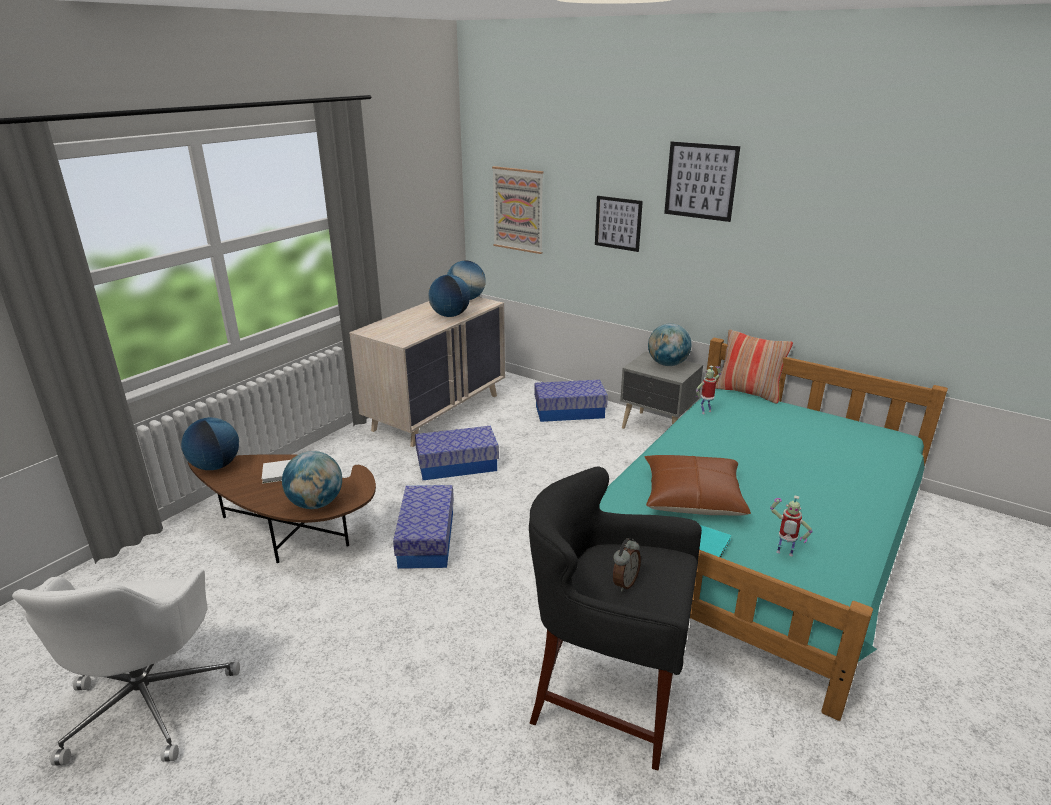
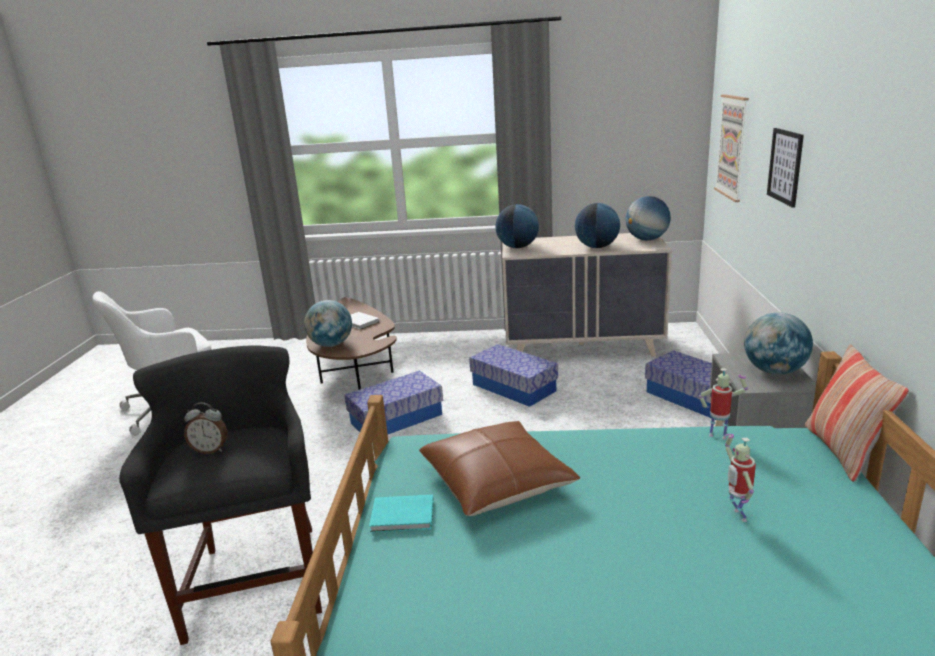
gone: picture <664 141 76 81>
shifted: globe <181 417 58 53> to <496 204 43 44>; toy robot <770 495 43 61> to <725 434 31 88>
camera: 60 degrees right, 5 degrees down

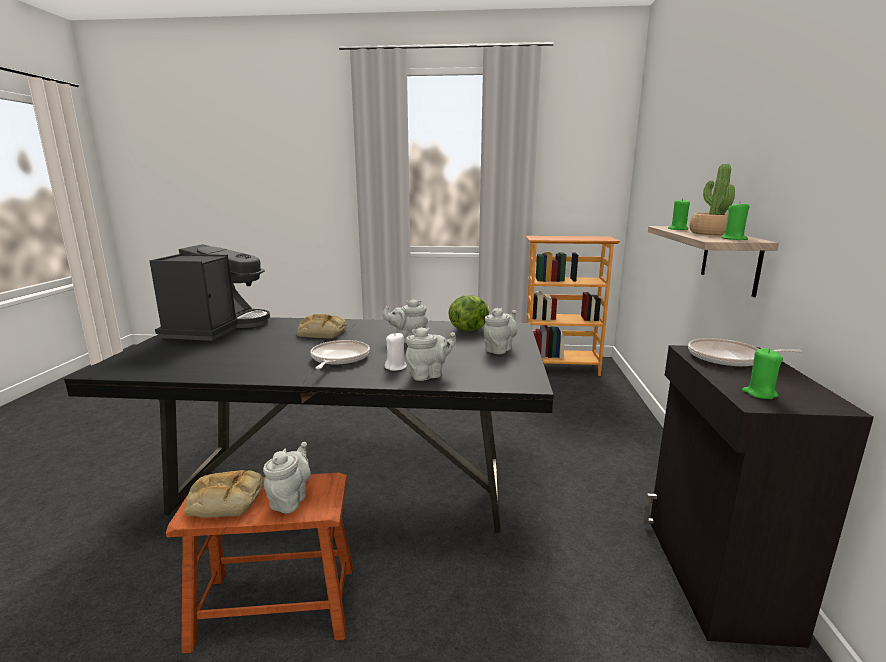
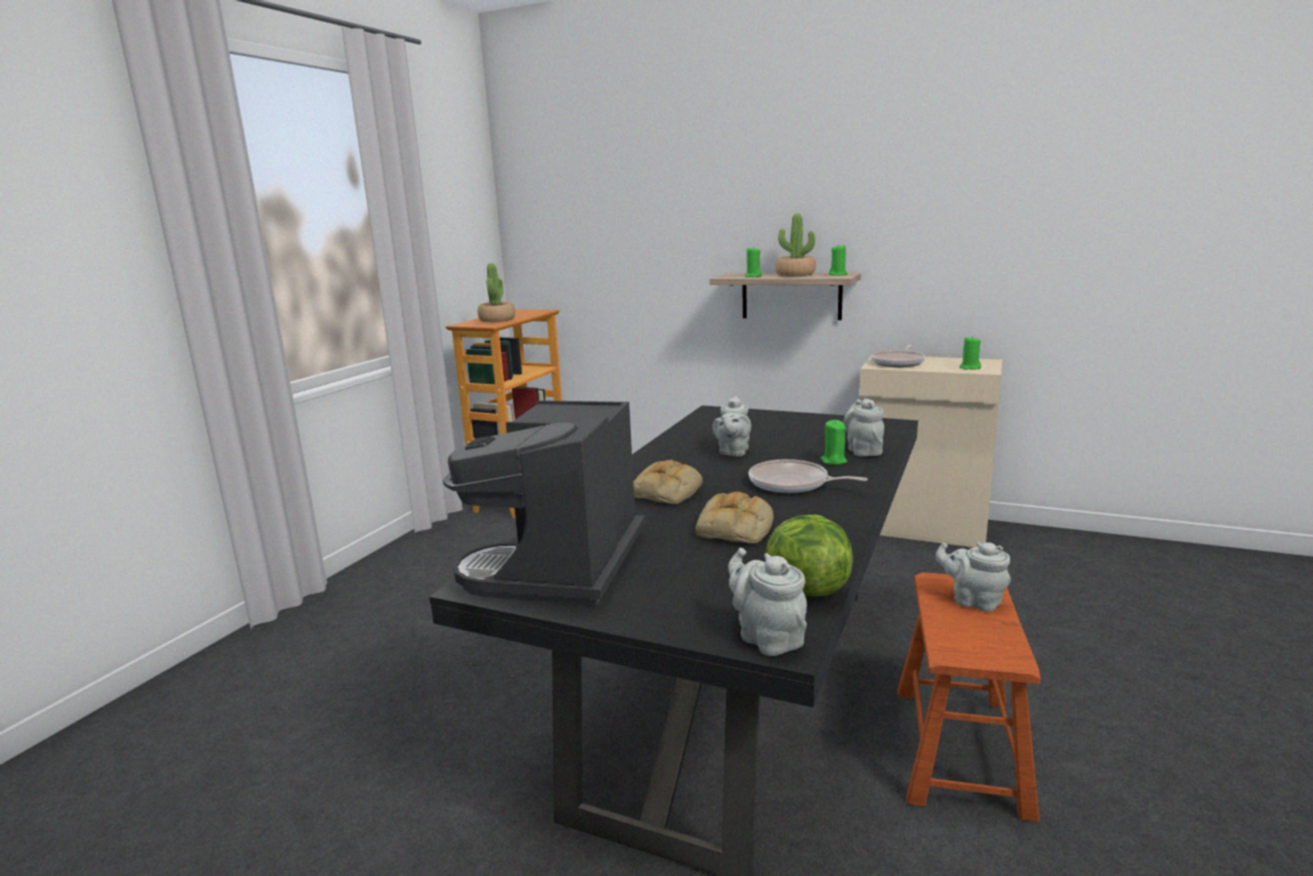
new: potted plant <478 263 37 59>
shifted: bread <184 470 80 47> to <695 492 78 51>; lettuce <448 295 42 36> to <765 515 88 82>; grey teapot <484 308 33 46> to <728 548 79 108>
repainted: white candle <384 332 23 39> to green candle <820 420 27 45>; black cabinet <643 345 231 303> to beige cabinet <859 357 143 190>
rotated: coffee machine <149 244 121 97> = <443 400 202 206> 105 degrees counterclockwise
camera: 70 degrees left, 0 degrees up

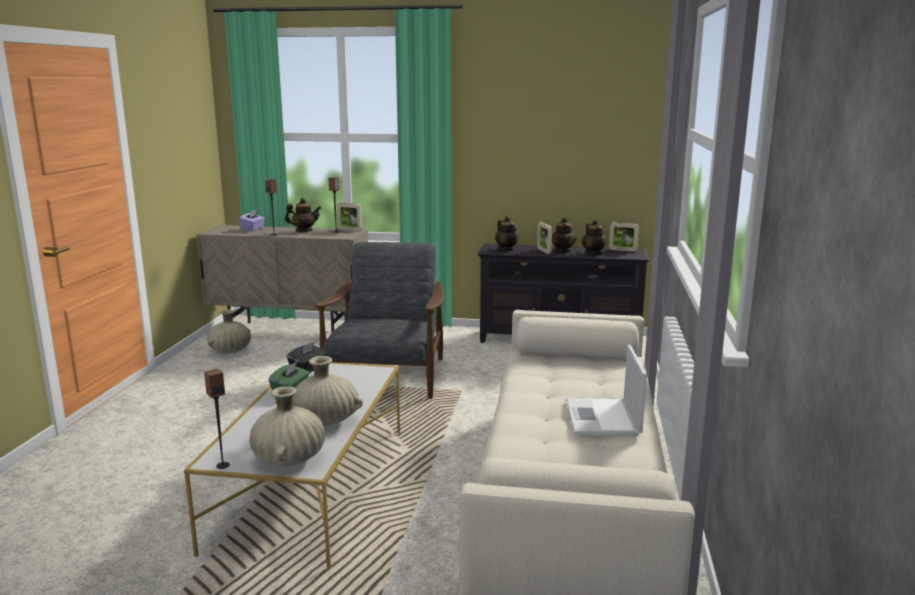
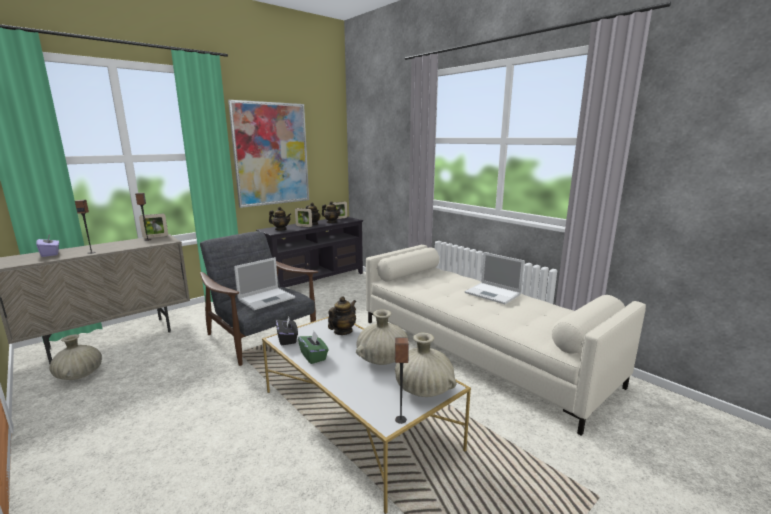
new: picture <228 100 81 108>; laptop <234 257 61 53>
shifted: teapot <285 198 36 34> to <328 296 28 39>
camera: 50 degrees left, 0 degrees up

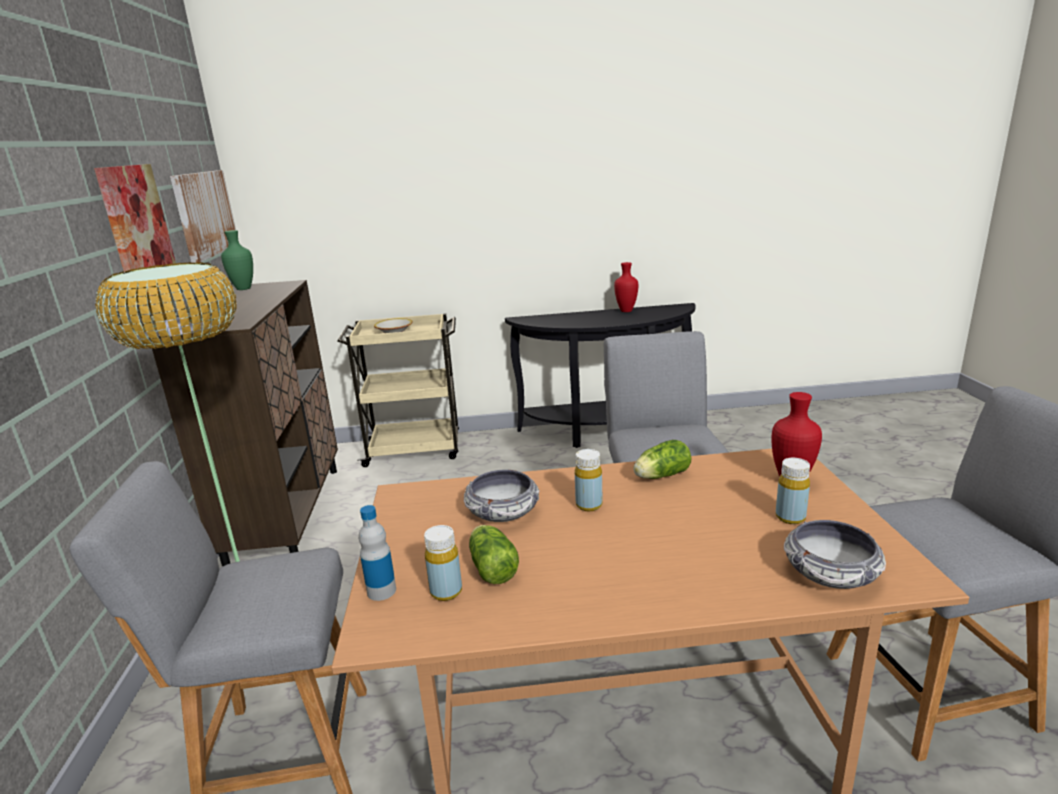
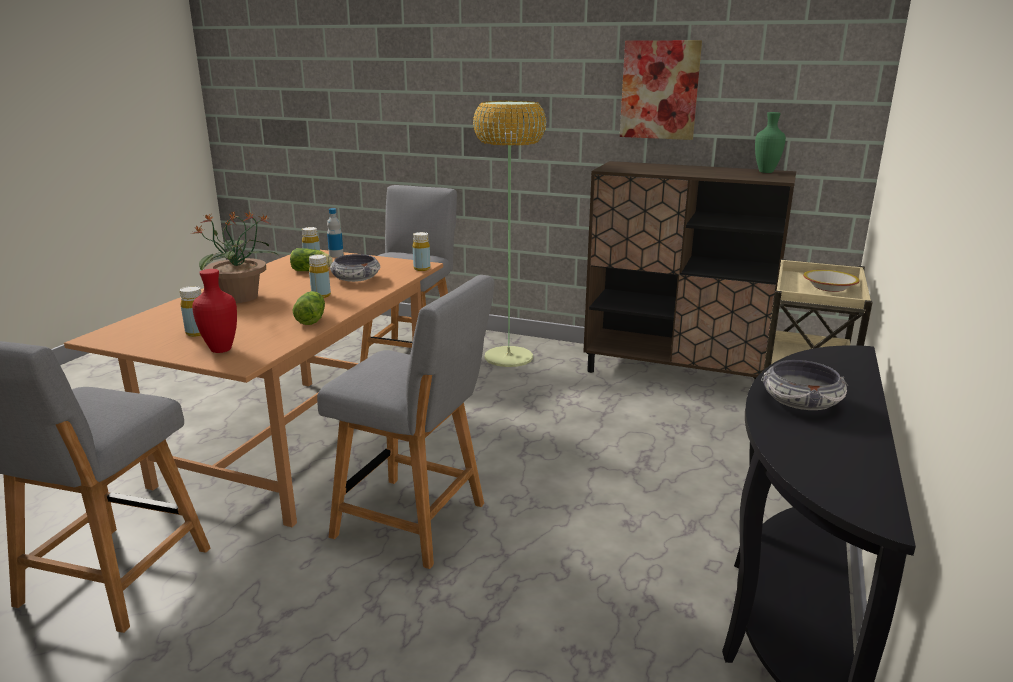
gone: picture <170 170 66 93>; red vase <614 262 24 50>
new: potted plant <194 211 84 92>; yellow bottle <413 232 17 39>
shifted: bowl <784 520 102 69> to <761 360 87 50>
camera: 115 degrees right, 0 degrees up

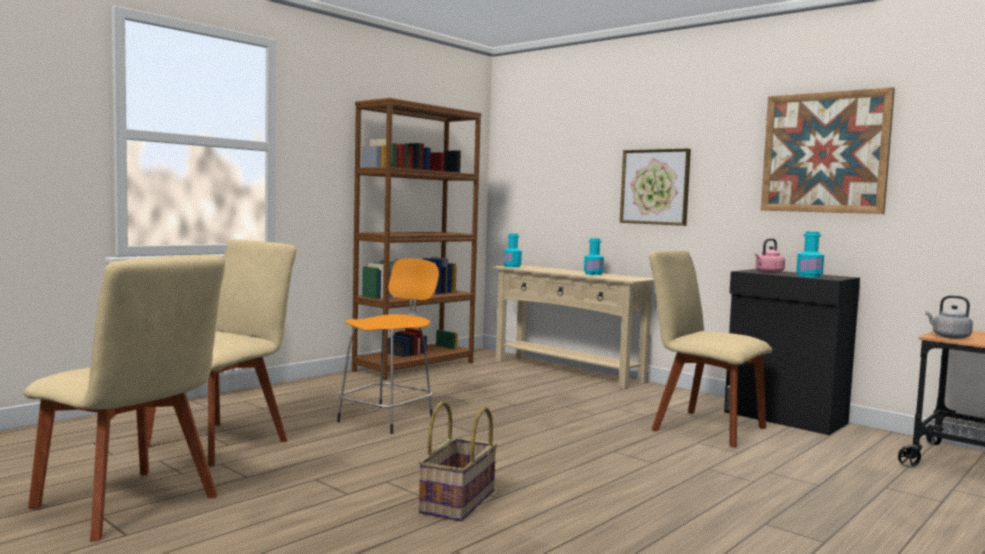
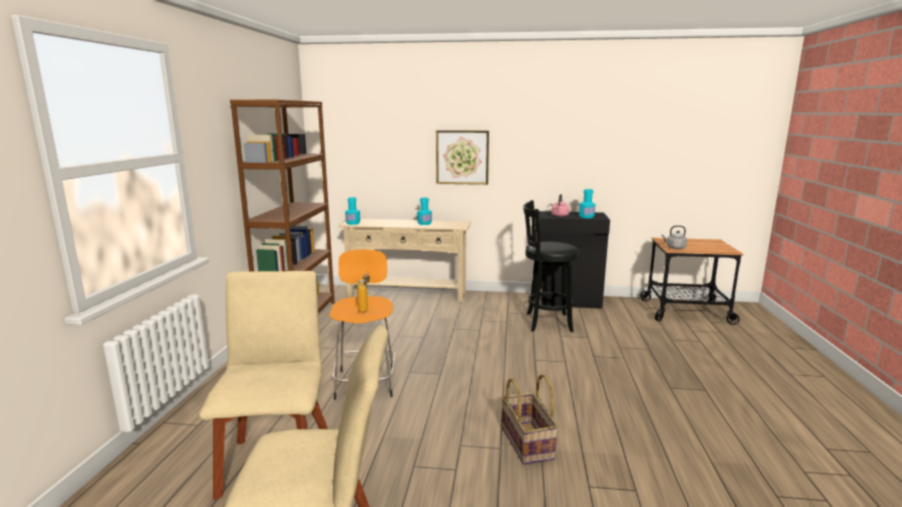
gone: picture <761 87 134 127>
new: bottle <357 271 13 42>
swapped: beige chair <649 250 124 198> to black stool <523 200 56 132>
camera: 35 degrees left, 10 degrees up

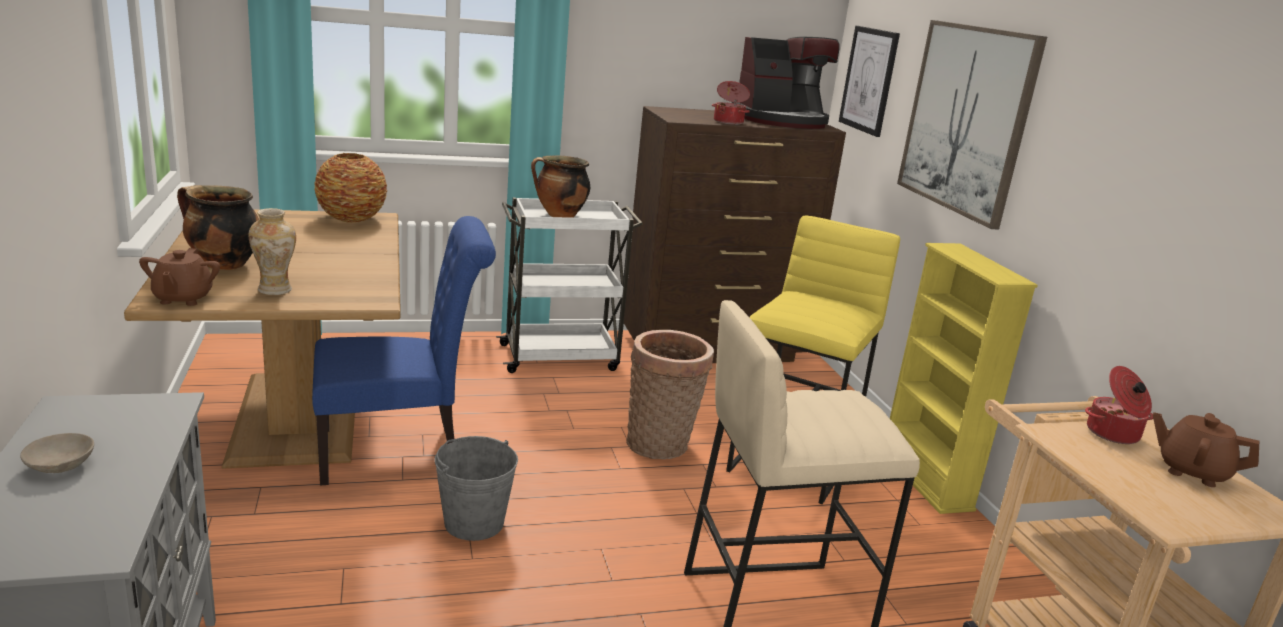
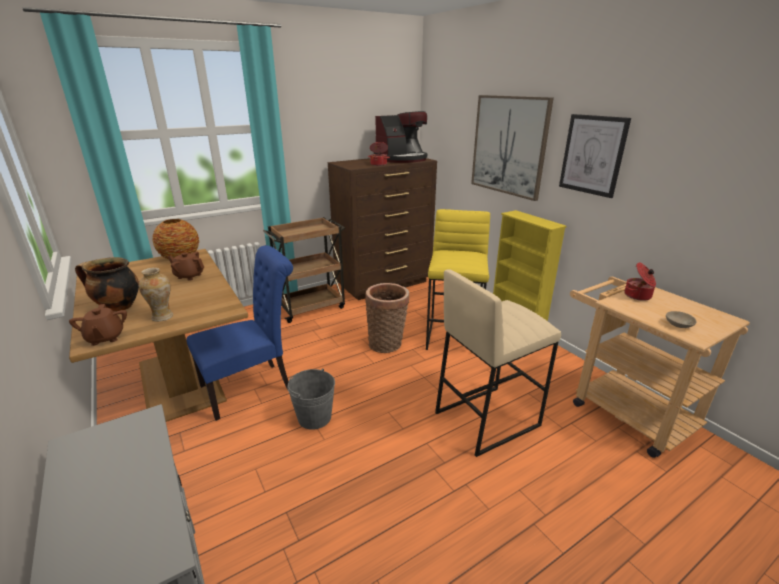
gone: cooking pot <531 155 59 63>
shifted: beige bowl <20 433 74 40> to <666 311 30 17>; picture <839 26 61 111> to <559 114 72 84>; brown teapot <1153 412 106 75> to <167 251 37 30>
repainted: white cart <496 197 147 176> to brown cart <263 217 82 106>
camera: 15 degrees left, 5 degrees up

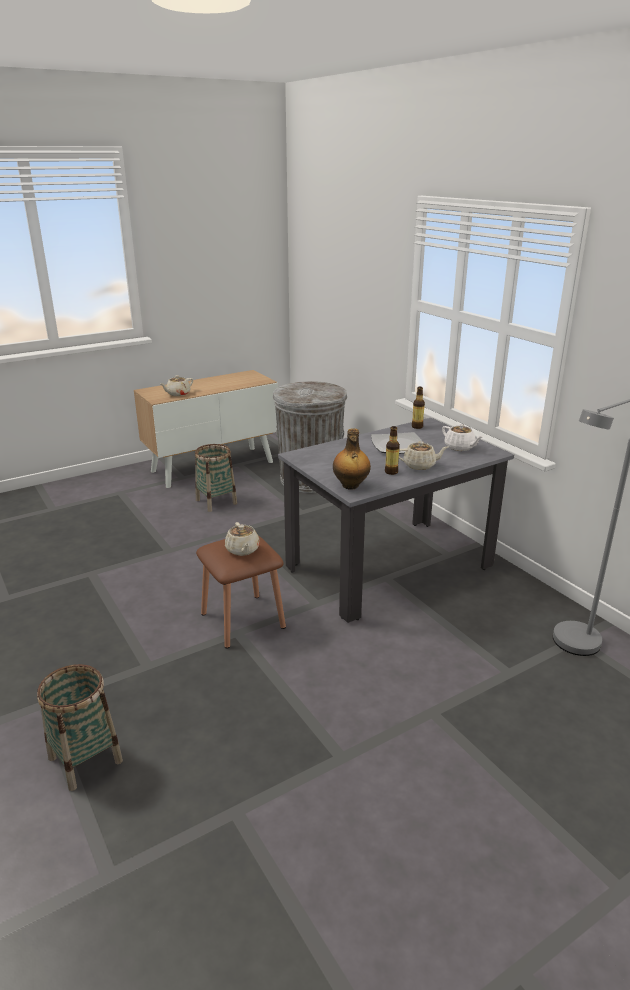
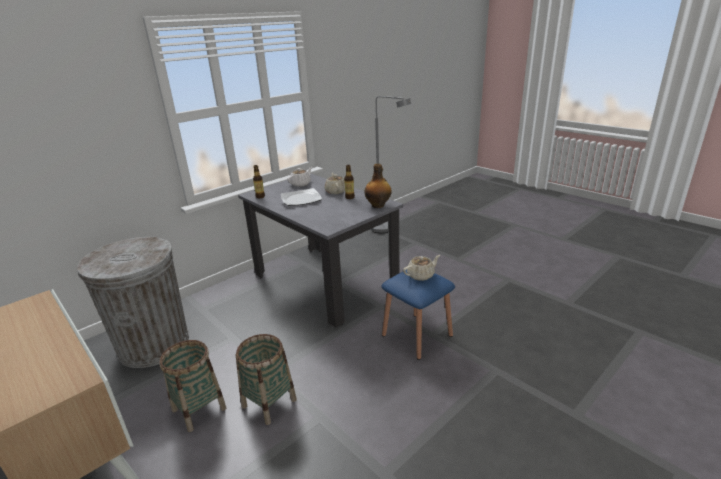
gone: beige teapot <161 375 32 21>
shifted: basket <37 664 86 127> to <236 334 61 91>
repainted: brown stool <196 535 90 114> to blue stool <382 270 73 90>
camera: 100 degrees left, 0 degrees up

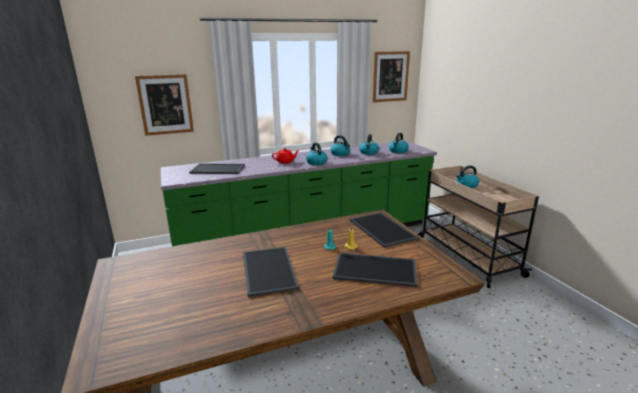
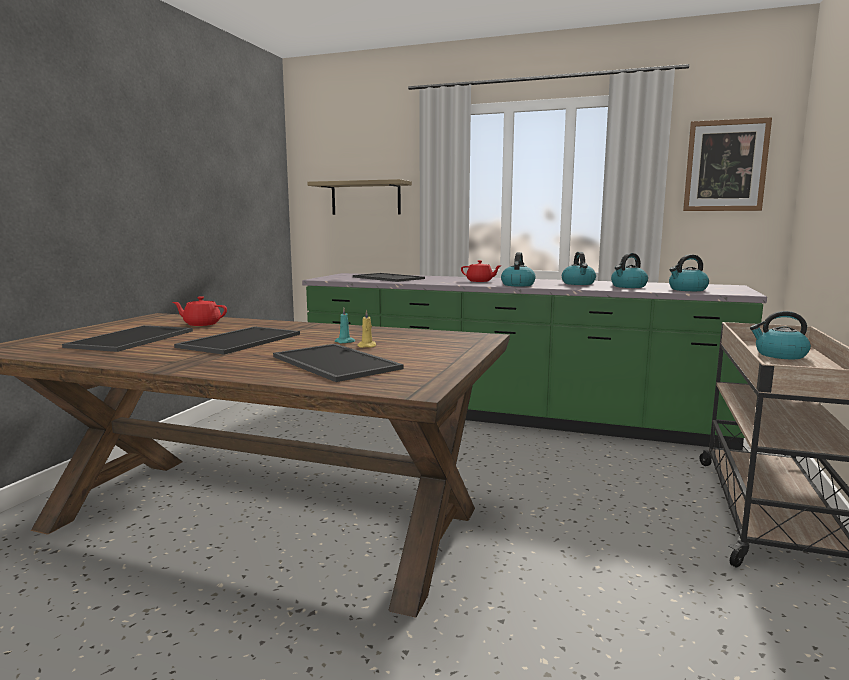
new: red teapot <173 296 54 30>
shifted: tray <350 212 69 36> to <62 325 131 27>
swapped: picture <135 74 59 62> to shelf <307 179 105 36>
camera: 40 degrees right, 10 degrees down

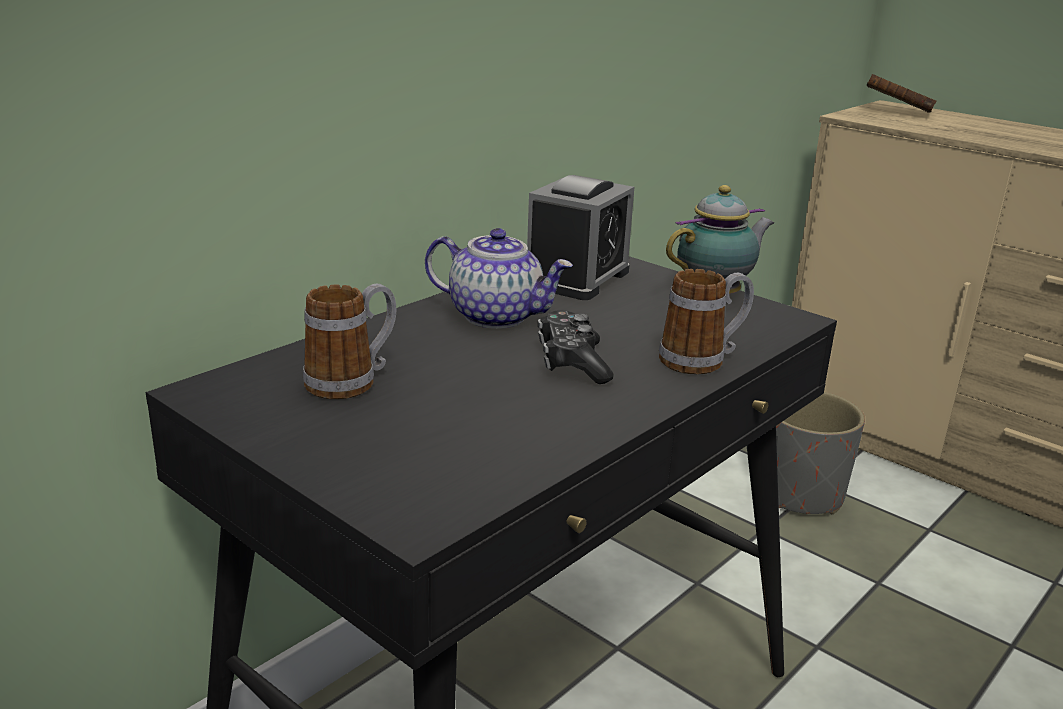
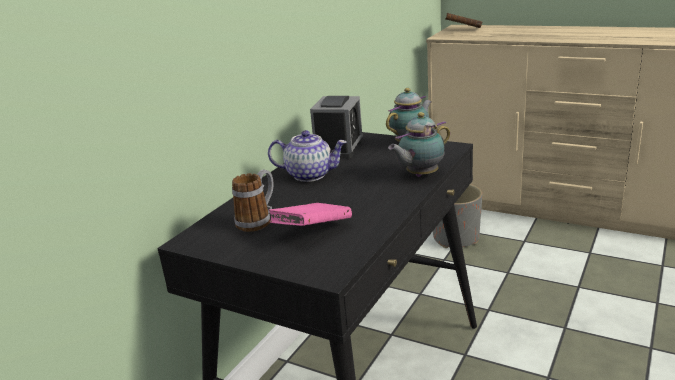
gone: game controller <538 310 75 74>
new: pink book <268 203 84 23>
swapped: mug <659 269 95 106> to teapot <388 112 62 65>
camera: 10 degrees left, 0 degrees up

